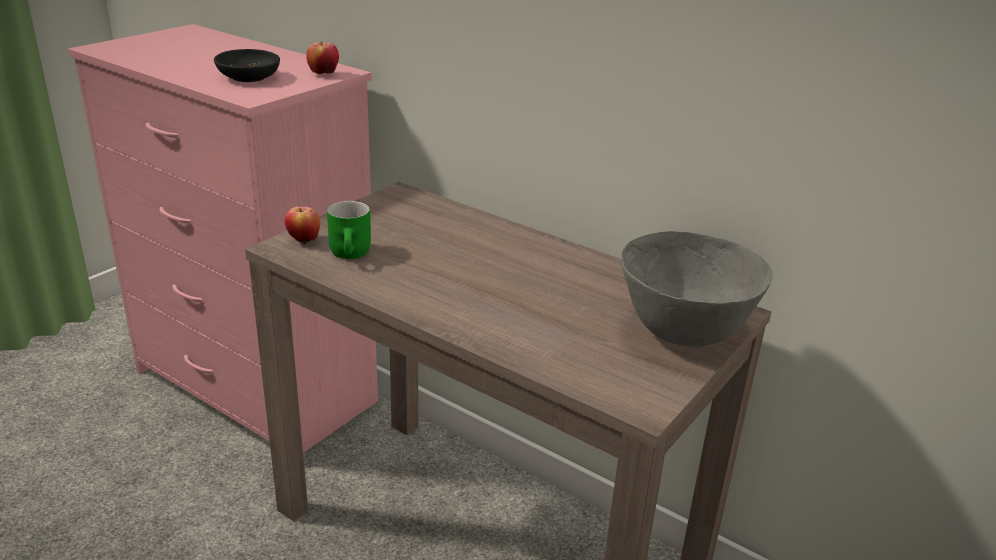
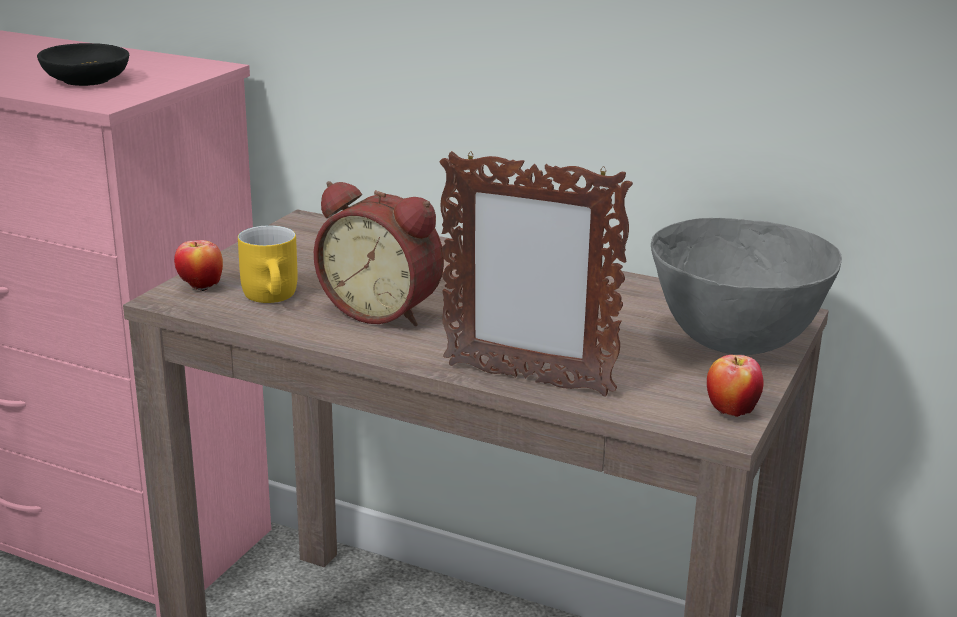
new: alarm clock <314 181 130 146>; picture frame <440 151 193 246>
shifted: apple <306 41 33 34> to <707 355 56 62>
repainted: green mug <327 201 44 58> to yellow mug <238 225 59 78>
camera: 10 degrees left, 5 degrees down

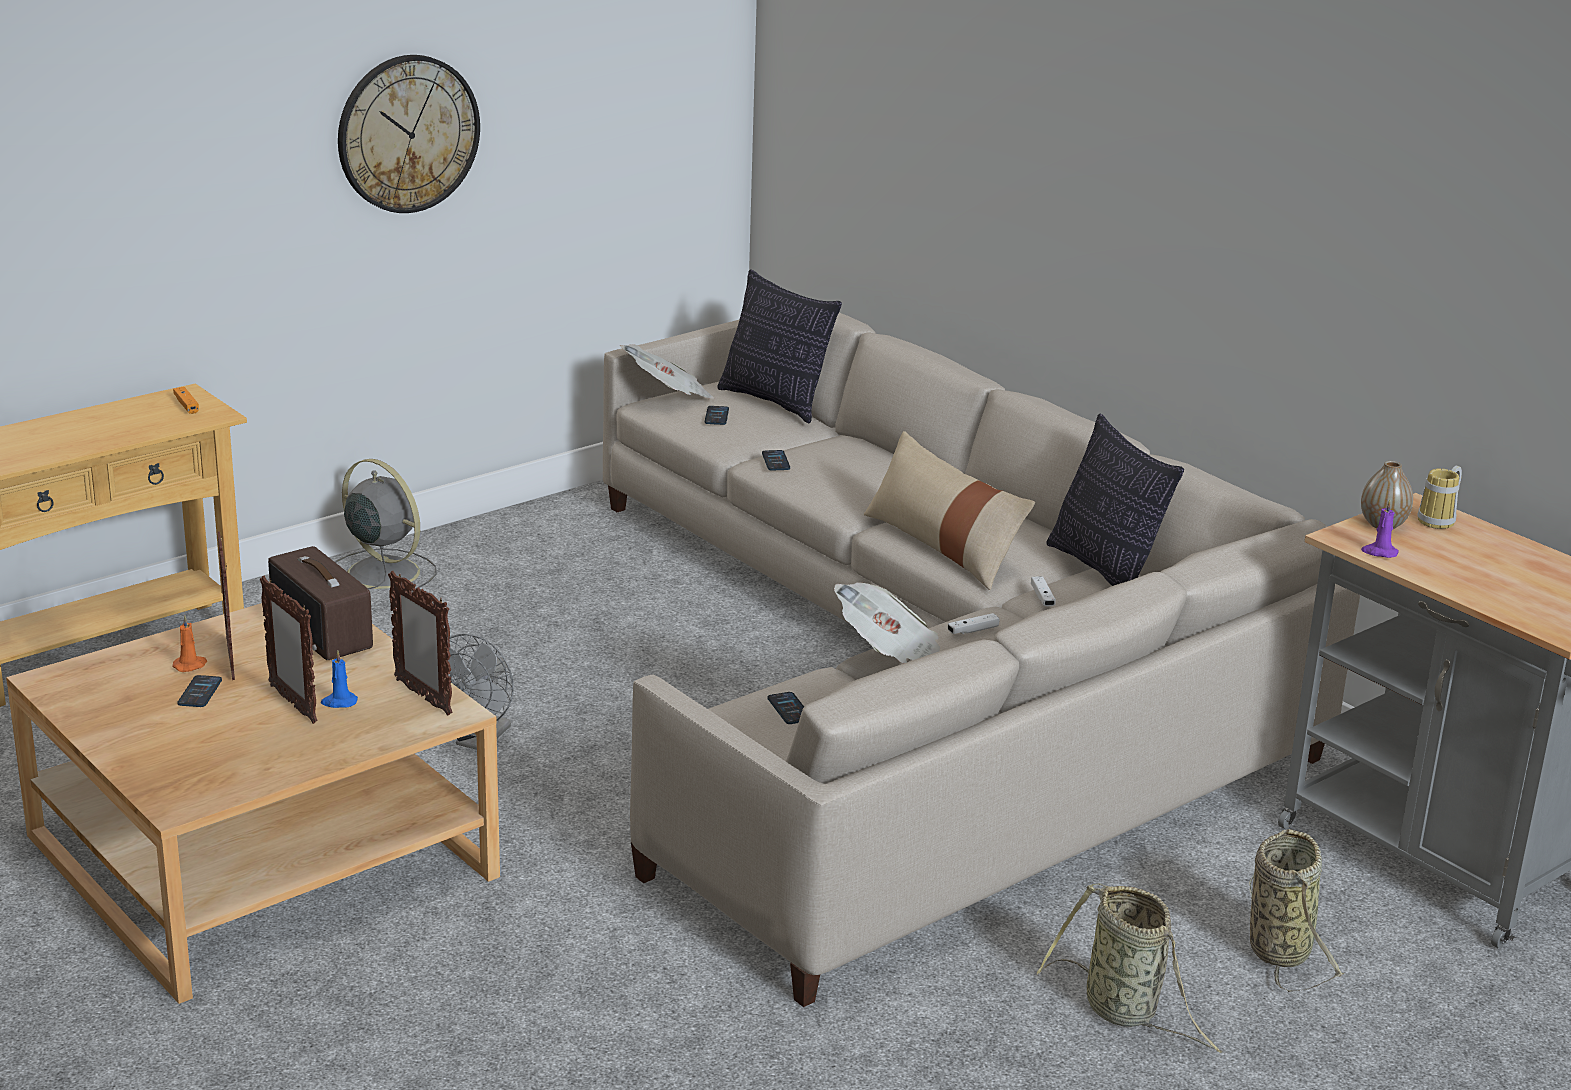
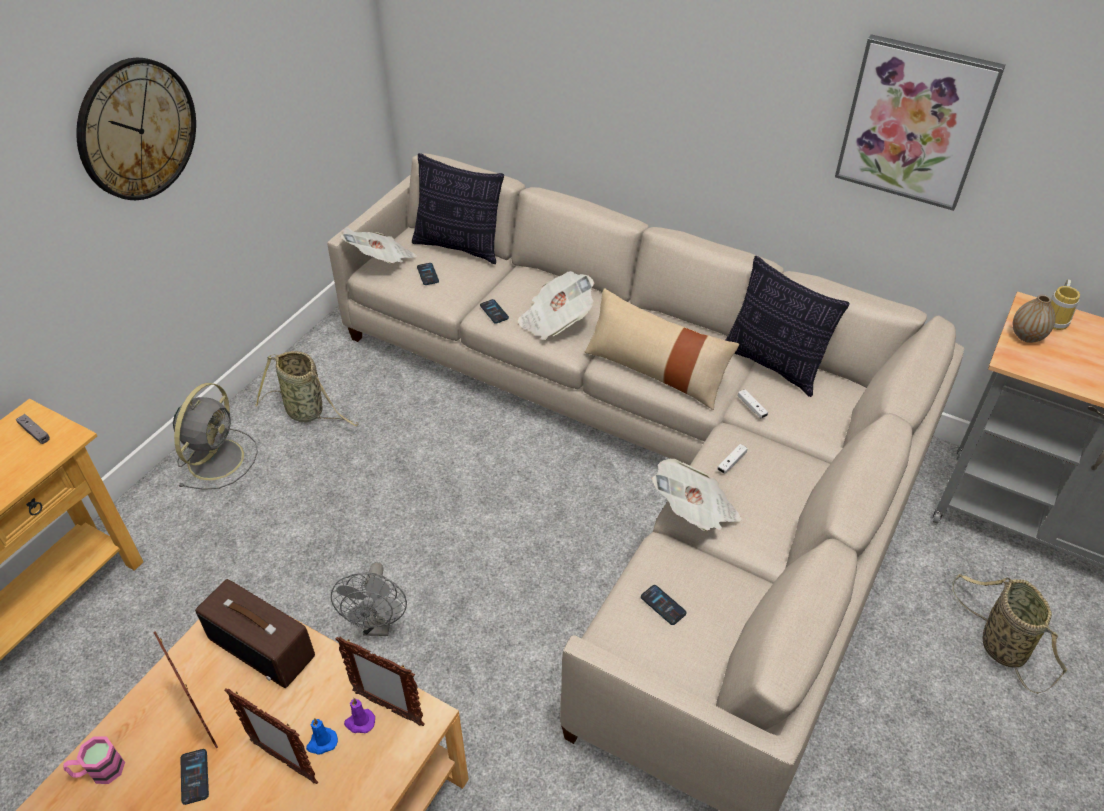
gone: orange candle <173 615 34 57>
new: pink mug <63 736 62 48>; newspaper <518 271 76 69>; picture <835 34 170 177>
shifted: basket <1037 883 186 170> to <255 351 103 75>; purple candle <1361 499 38 59> to <344 698 31 35>
repainted: orange game controller <173 387 26 27> to grey game controller <16 414 34 30>
rotated: grey fan <335 459 102 133> = <173 383 85 107> 90 degrees clockwise
camera: 20 degrees left, 20 degrees up

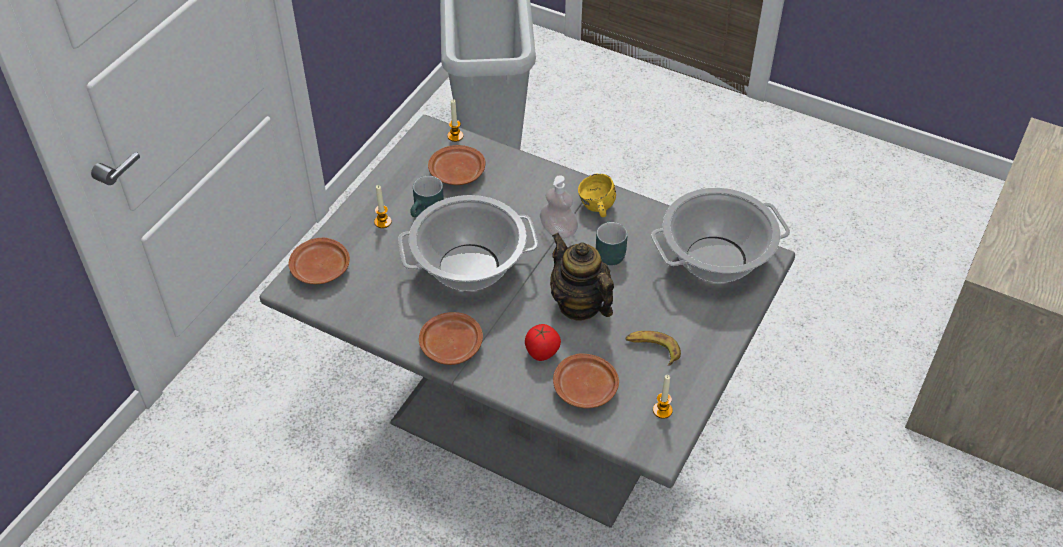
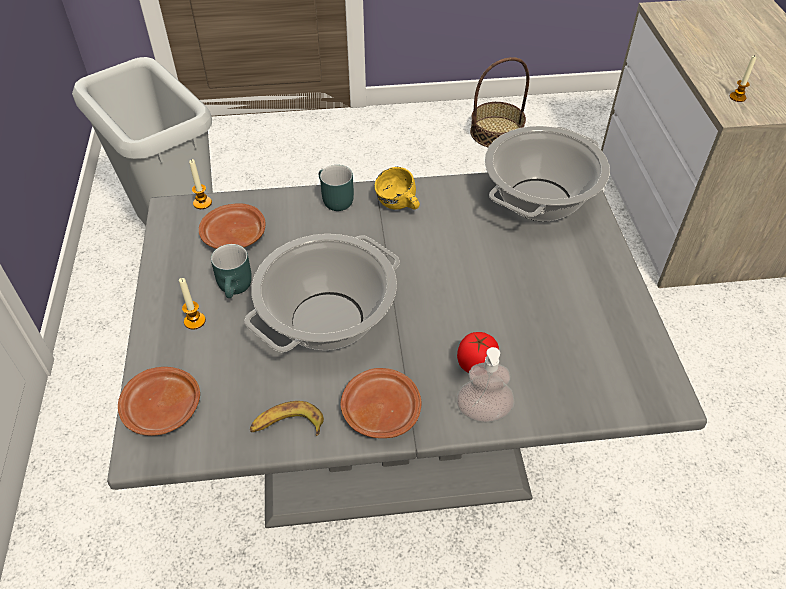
gone: teapot <550 233 64 87>; brown plate <553 353 66 56>
new: basket <470 57 59 90>
shifted: soap dispenser <540 175 38 64> to <456 347 59 75>; turquoise mug <596 221 32 44> to <319 165 35 46>; banana <626 331 55 35> to <250 401 74 35>; candle <653 375 20 44> to <730 56 26 46>
camera: 35 degrees left, 0 degrees up

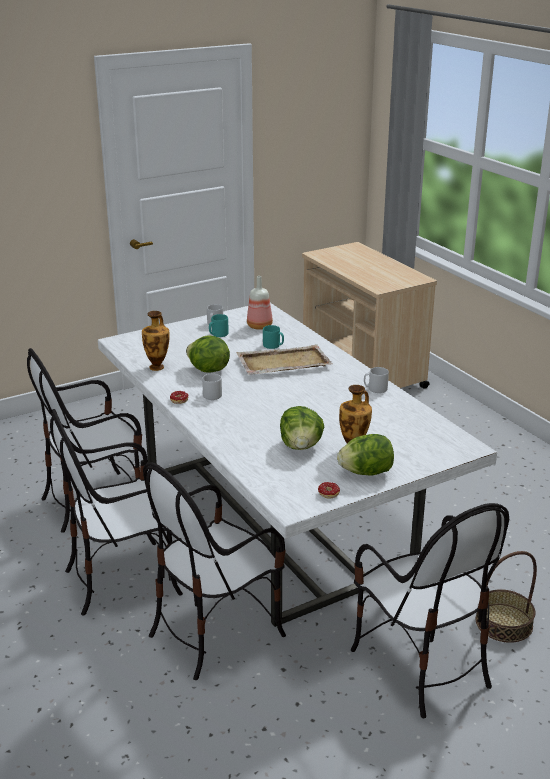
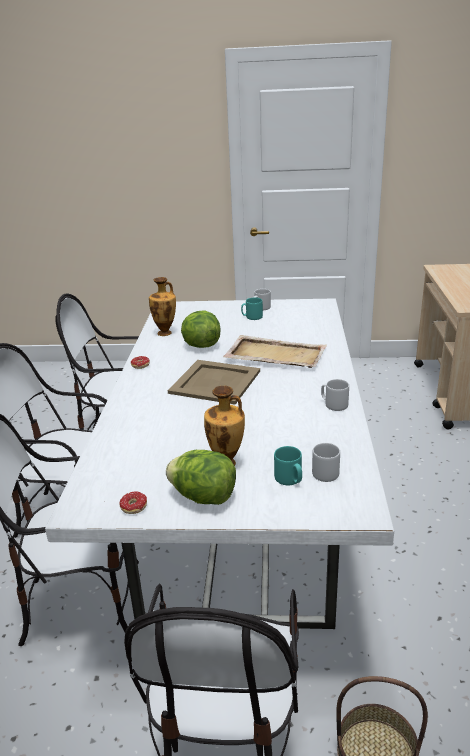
gone: bottle <247 276 26 54>; lettuce <280 406 44 44>
new: beige tray <168 360 92 45>
shifted: grey mug <202 373 20 27> to <312 443 28 39>; turquoise mug <263 325 21 24> to <274 446 28 39>
camera: 35 degrees right, 0 degrees up

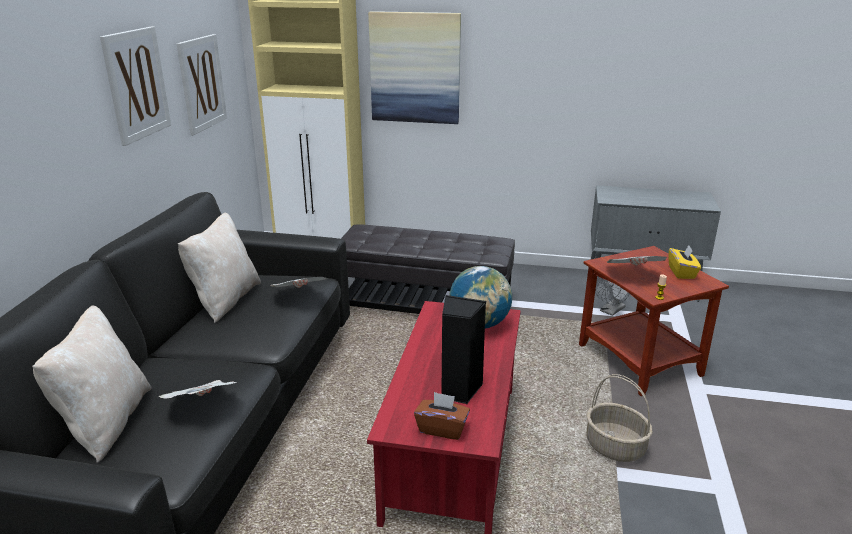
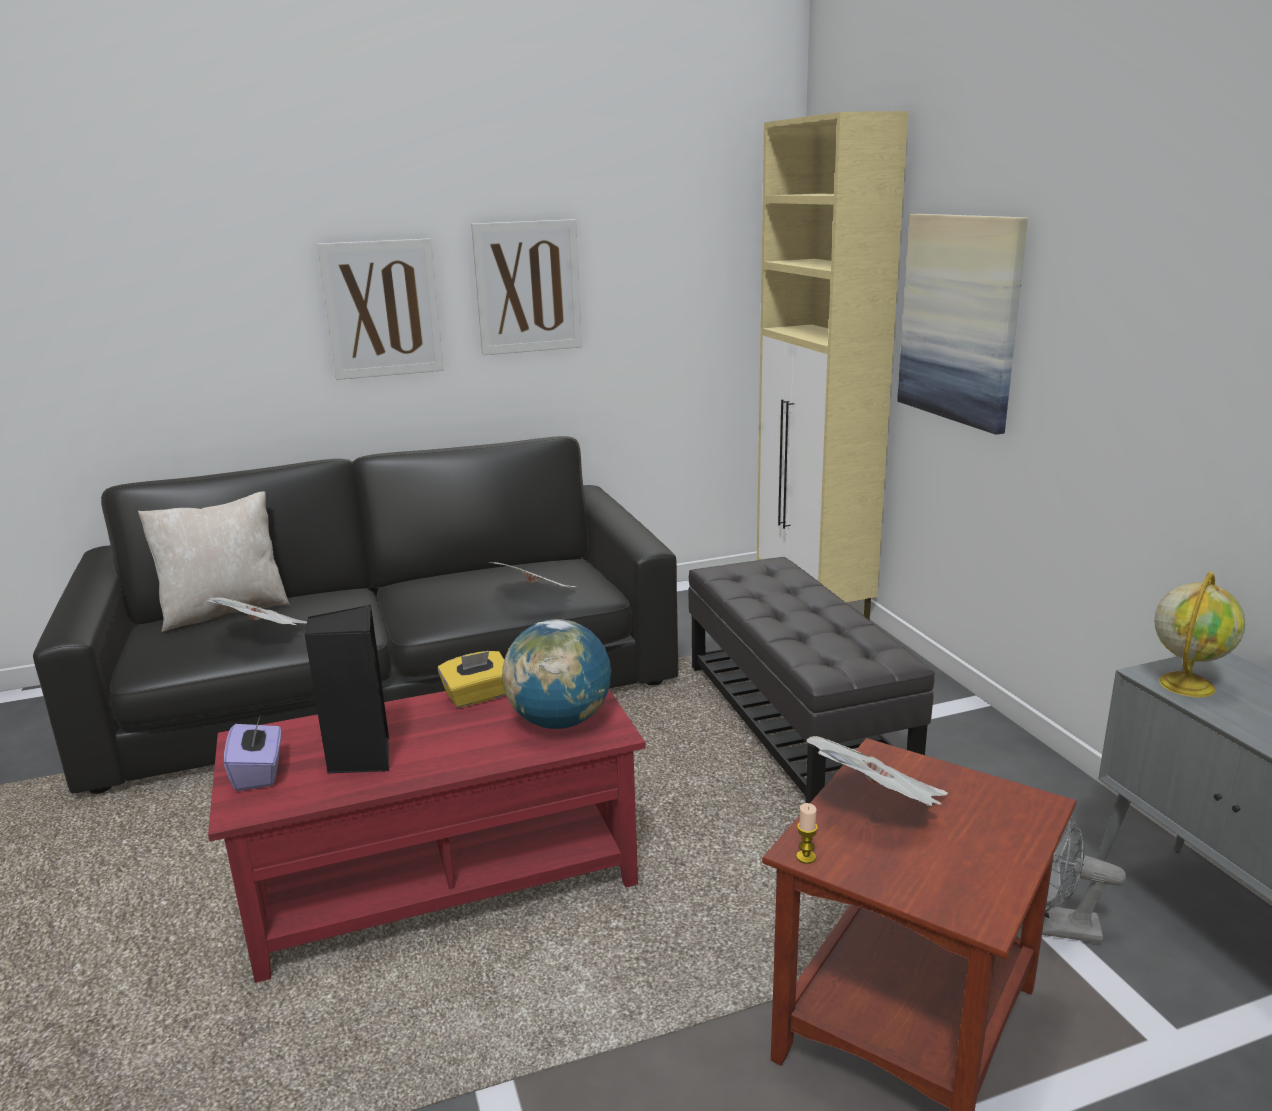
gone: beige pillow <178 213 83 110>; basket <586 374 67 88>
new: globe <1154 572 92 125>
shifted: picture <177 34 50 101> to <317 238 127 142>; yellow tissue box <669 245 32 34> to <438 651 68 57>
repainted: brown tissue box <414 392 56 48> to purple tissue box <224 714 57 77>
camera: 60 degrees right, 5 degrees down

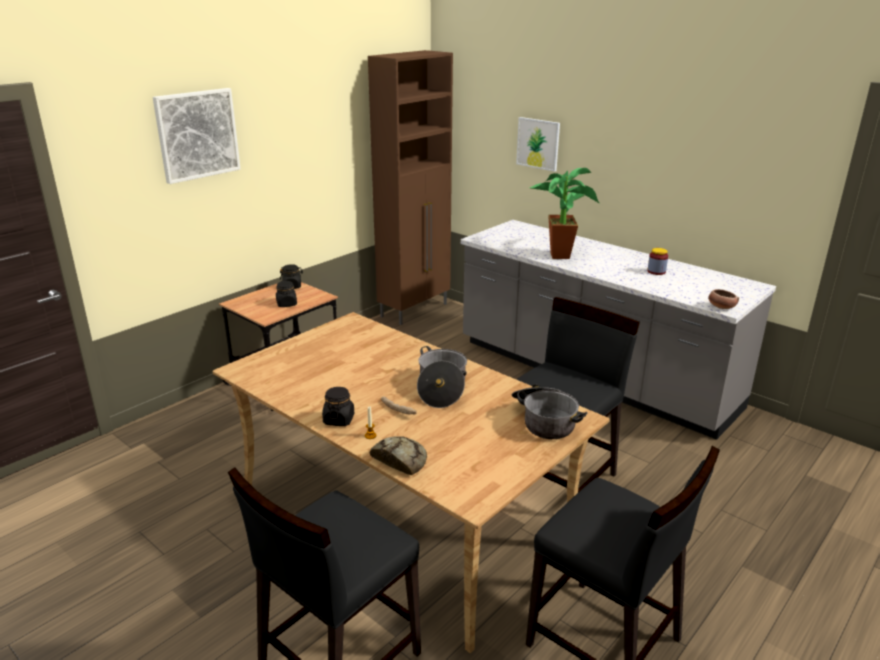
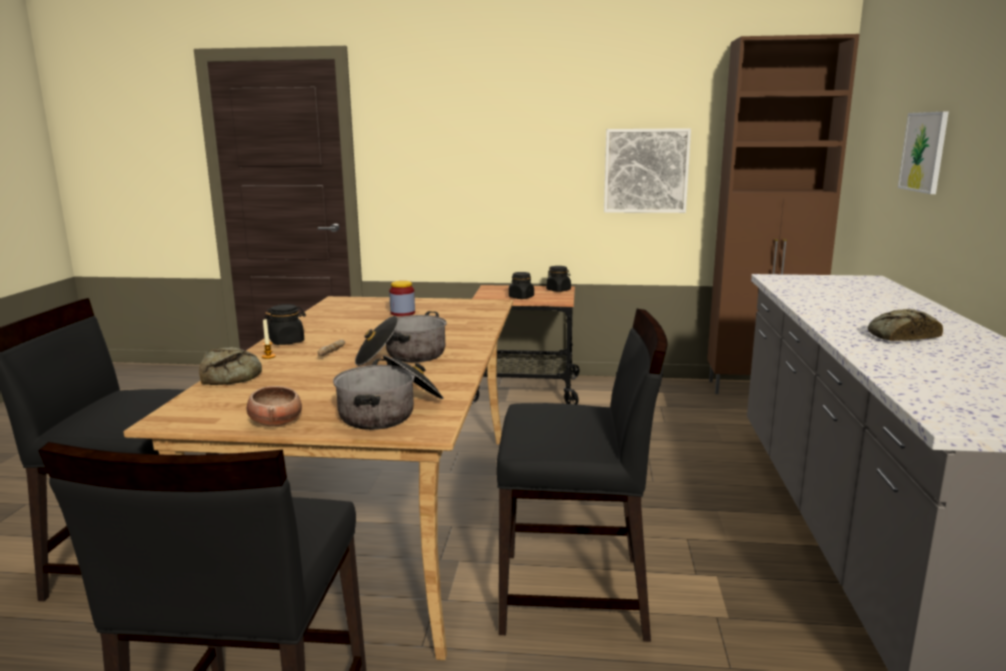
gone: potted plant <529 168 70 91>
new: bread <868 309 75 32>
shifted: picture <153 88 88 96> to <604 128 87 85>; jar <647 248 21 27> to <389 281 26 35>; bowl <708 289 31 20> to <246 386 56 41>
camera: 55 degrees right, 10 degrees down

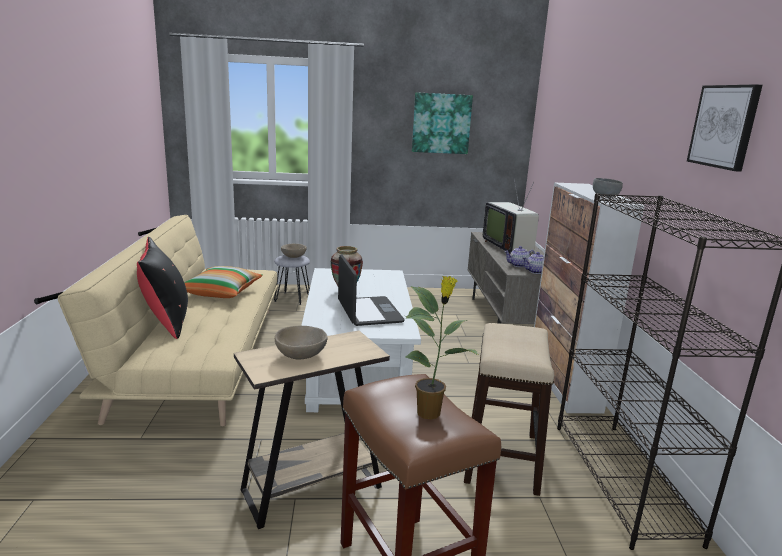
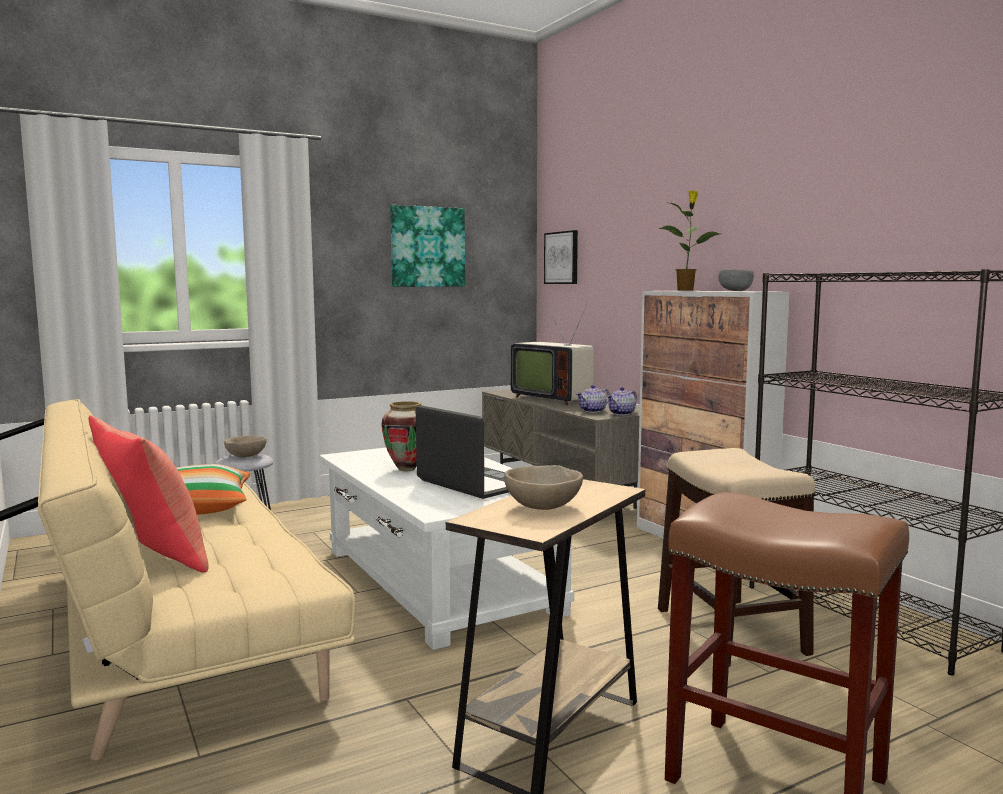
shifted: potted plant <405 276 74 143> to <658 190 63 101>; picture <687 84 76 88> to <544 230 34 54>
repainted: black pillow <137 237 51 102> to red pillow <89 415 120 158>
camera: 25 degrees left, 10 degrees down

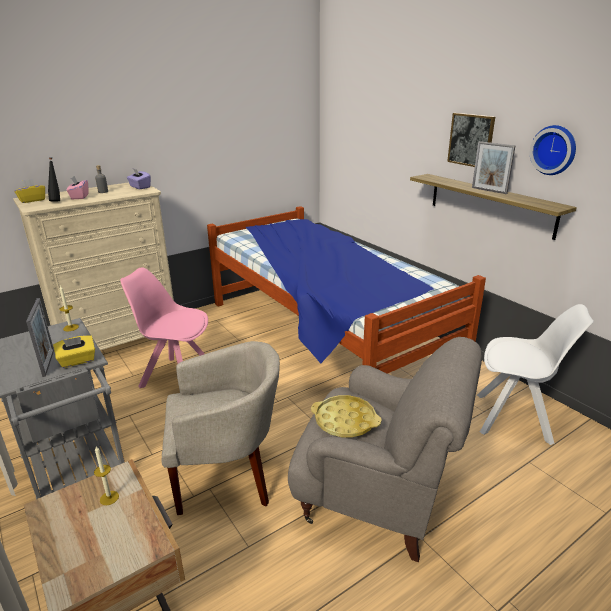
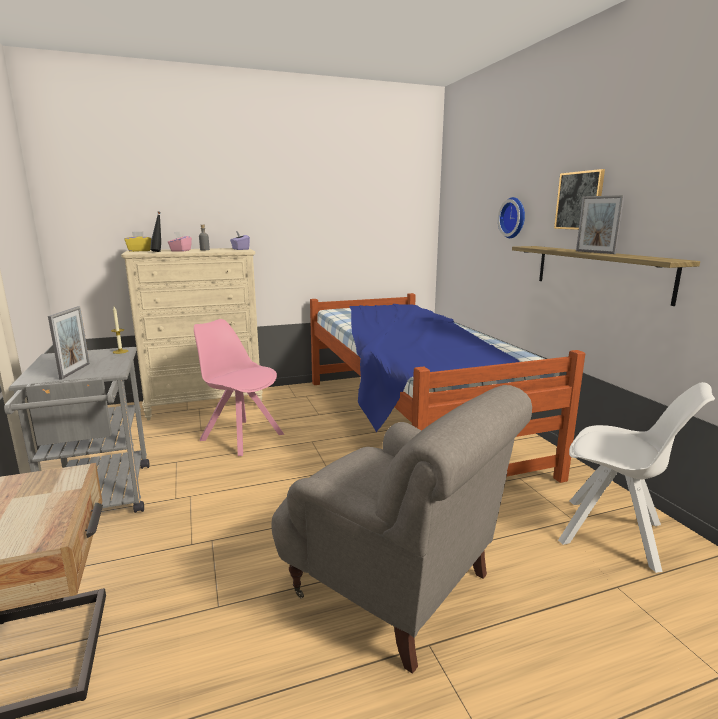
gone: yellow tissue box <53 335 42 33>; candle <94 446 25 59>; beige armchair <161 341 119 174>; yellow tray <311 395 71 42>
shifted: wall clock <530 125 46 50> to <498 197 27 41>
camera: 15 degrees right, 10 degrees down

